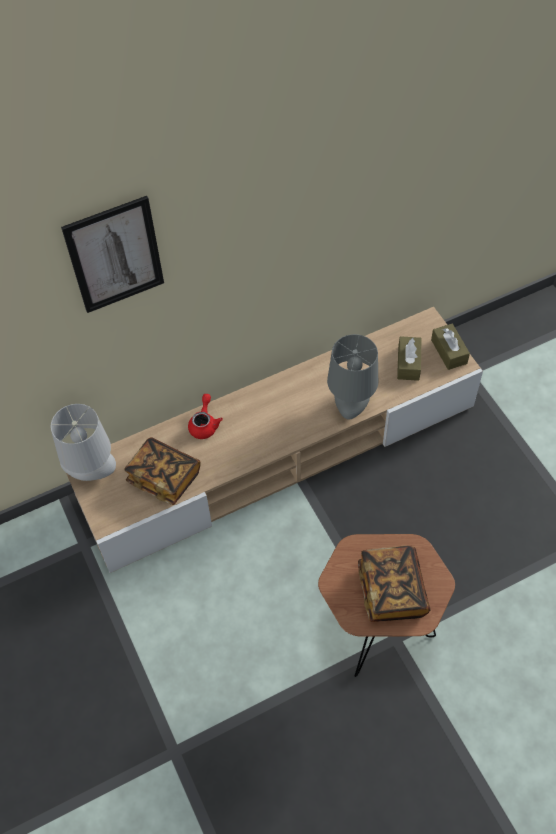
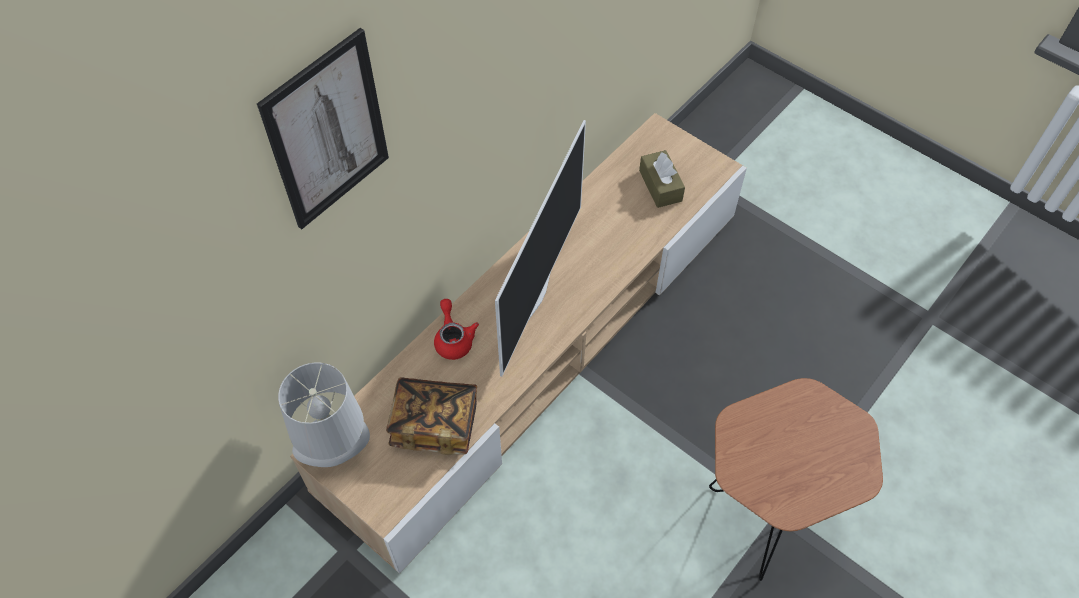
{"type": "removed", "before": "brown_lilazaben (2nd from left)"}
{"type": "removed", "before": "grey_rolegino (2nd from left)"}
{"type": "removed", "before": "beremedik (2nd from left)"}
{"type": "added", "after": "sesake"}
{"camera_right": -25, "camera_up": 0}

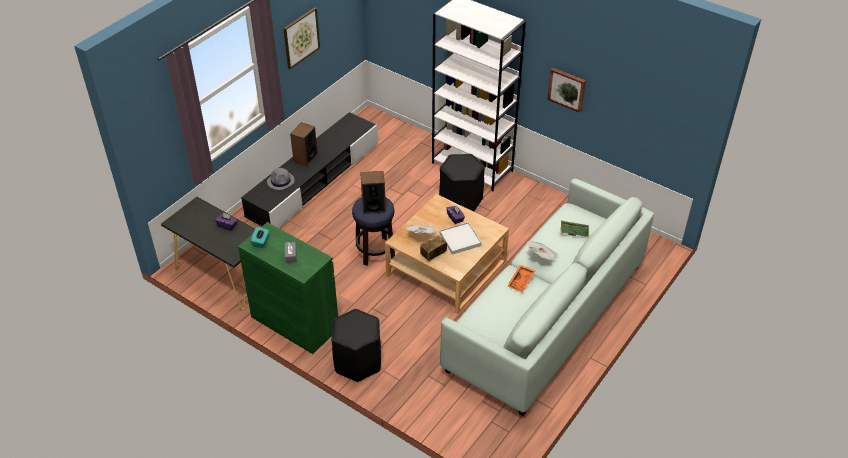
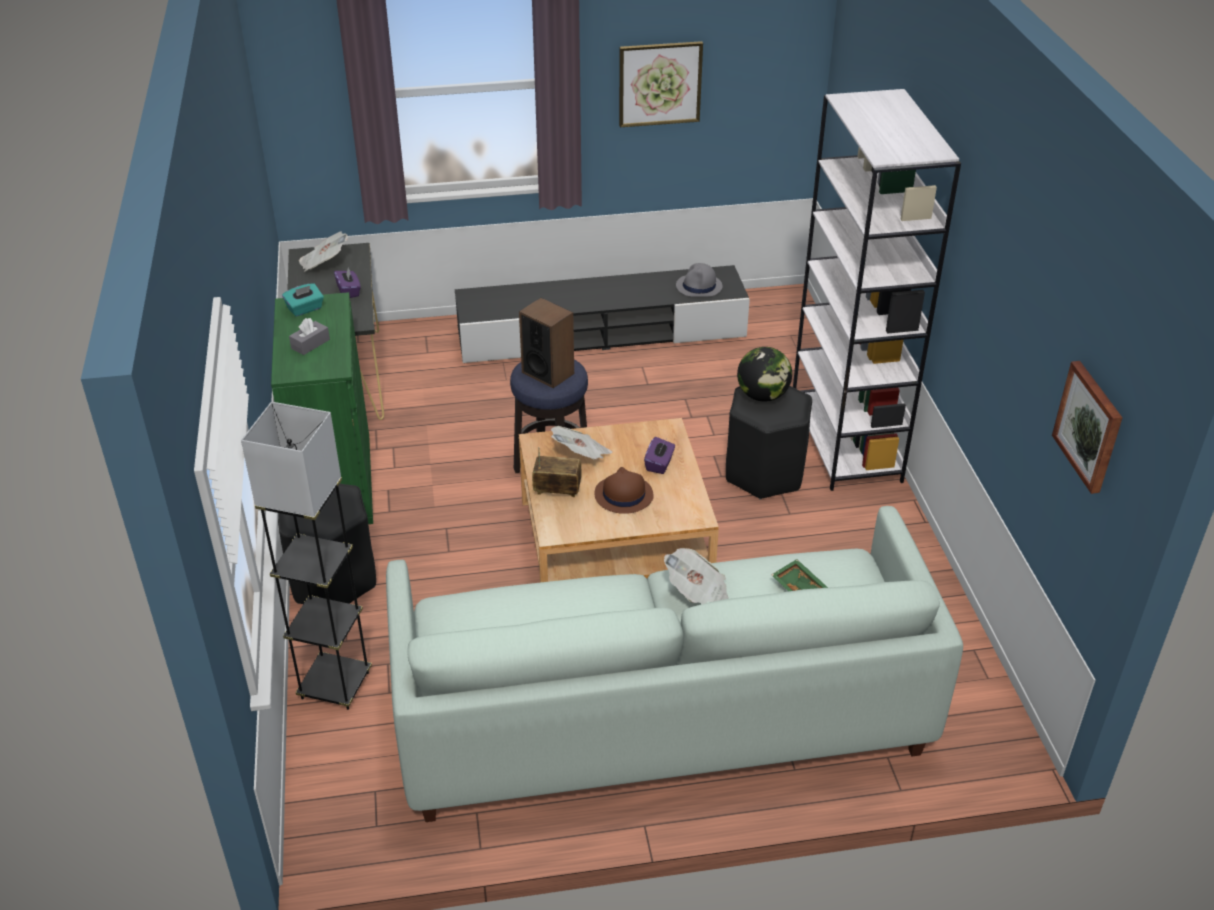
{"type": "moved", "before": "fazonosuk (2nd from left)"}
{"type": "removed", "before": "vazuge (1st from left)"}
{"type": "moved", "before": "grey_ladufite"}
{"type": "replaced", "before": "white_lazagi", "after": "brown_ladufite"}
{"type": "removed", "before": "orange_lazagi"}
{"type": "added", "after": "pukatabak (1st from left)"}
{"type": "added", "after": "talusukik"}
{"type": "added", "after": "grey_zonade"}
{"camera_right": 45, "camera_up": -5}

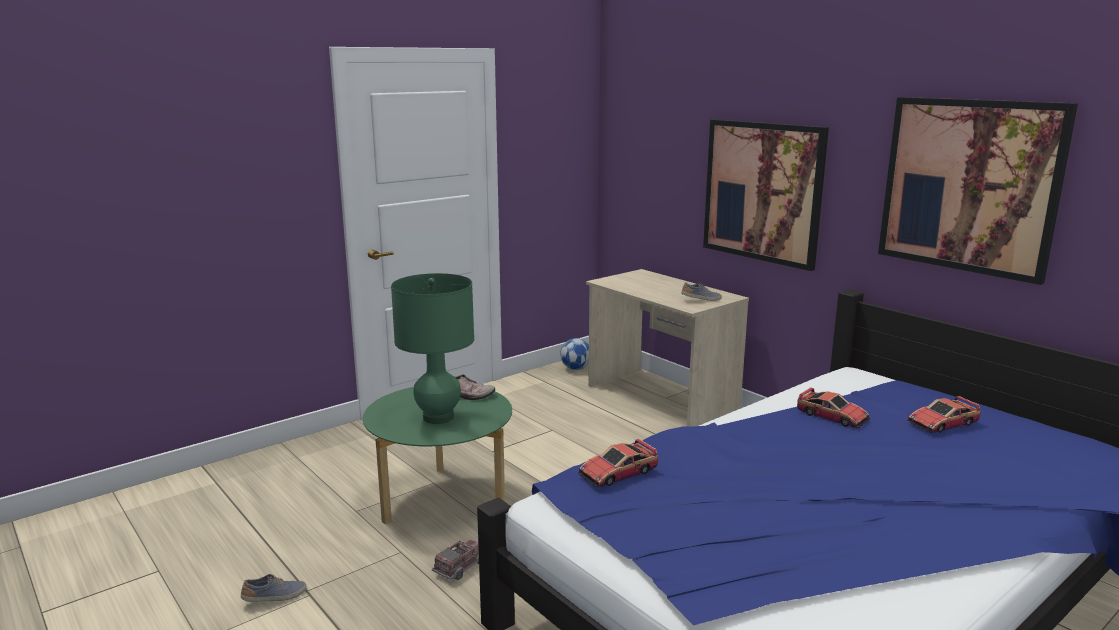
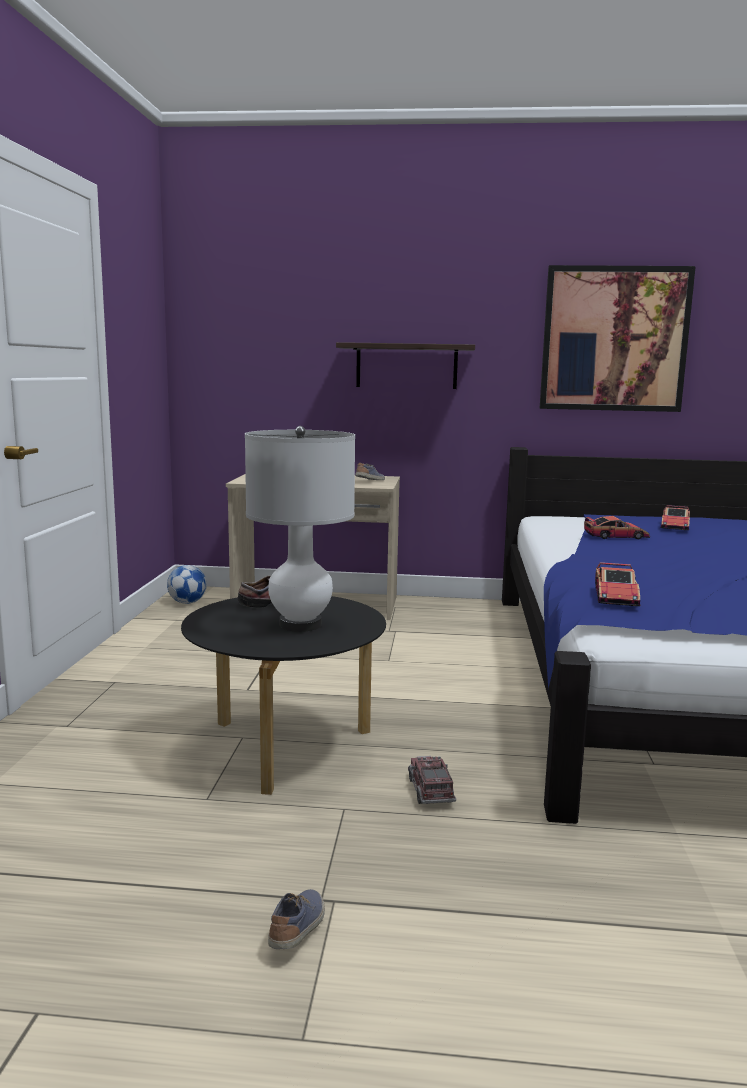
{"type": "replaced", "before": "fazonosuk (1st from left)", "after": "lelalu"}
{"type": "recoloured", "before": "green_rolegino", "after": "white_rolegino"}
{"type": "recoloured", "before": "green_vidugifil", "after": "black_vidugifil"}
{"camera_right": -45, "camera_up": -5}

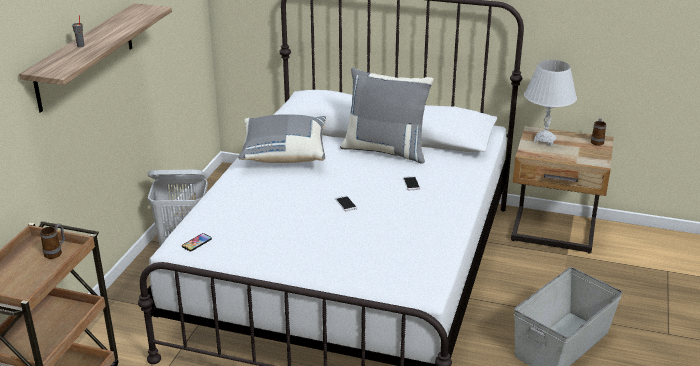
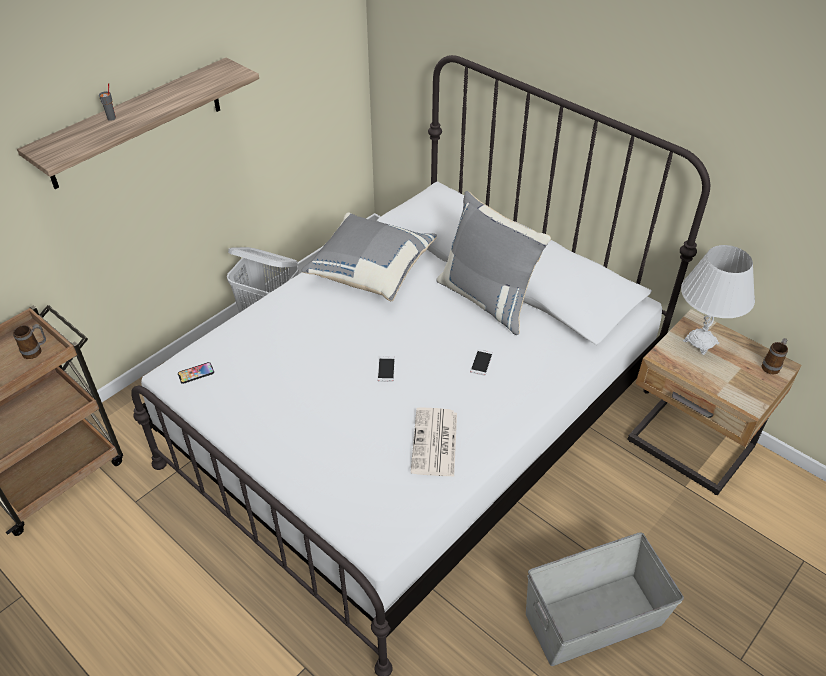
{"type": "added", "after": "pukatabak"}
{"camera_right": 25, "camera_up": 15}

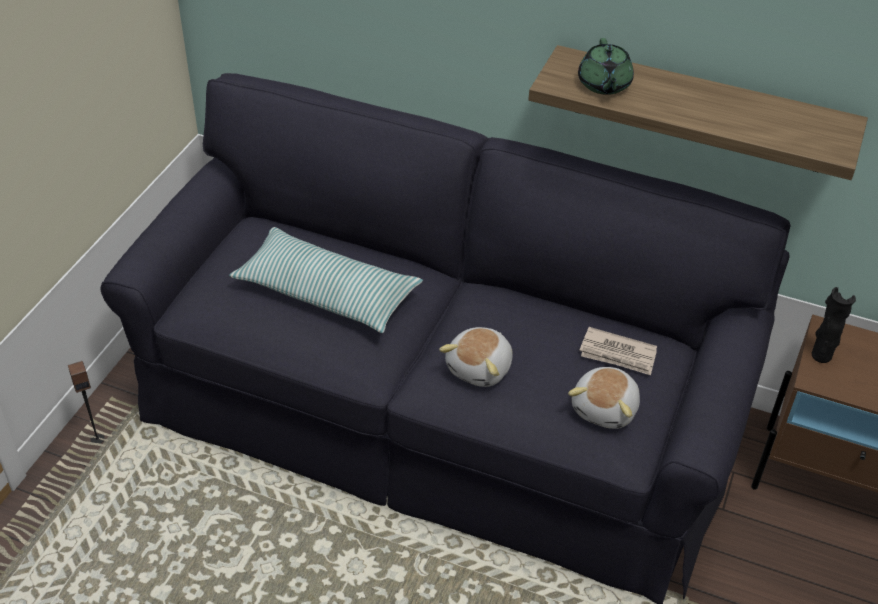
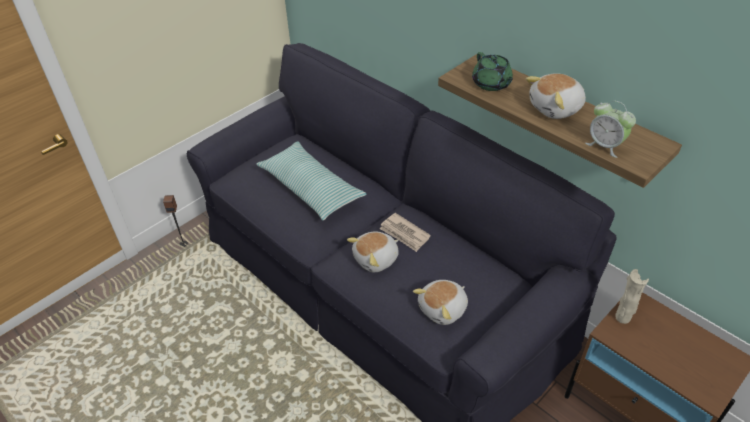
{"type": "turned", "before": "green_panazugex", "turn": -45}
{"type": "recoloured", "before": "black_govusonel", "after": "beige_govusonel"}
{"type": "moved", "before": "pukatabak"}
{"type": "added", "after": "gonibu (3rd from left)"}
{"type": "added", "after": "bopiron"}
{"camera_right": 25, "camera_up": 0}

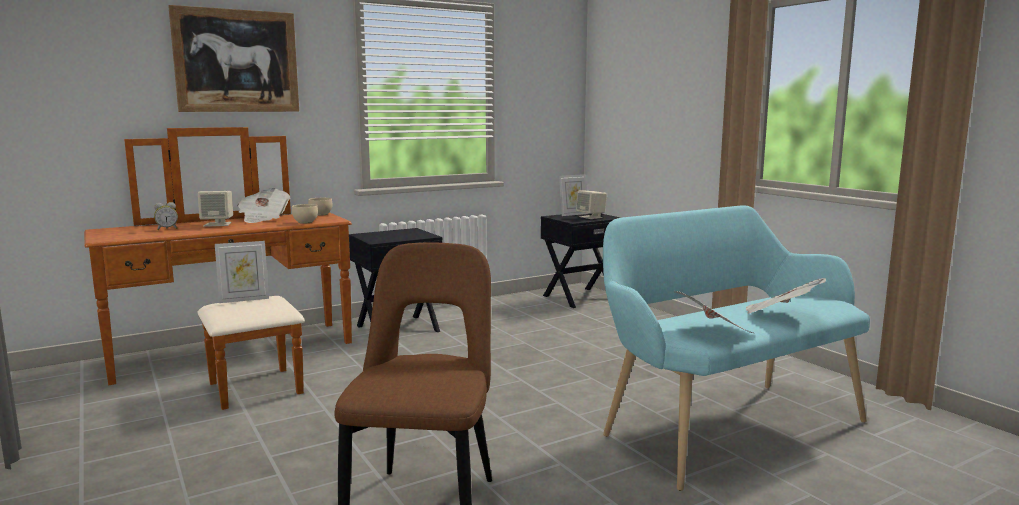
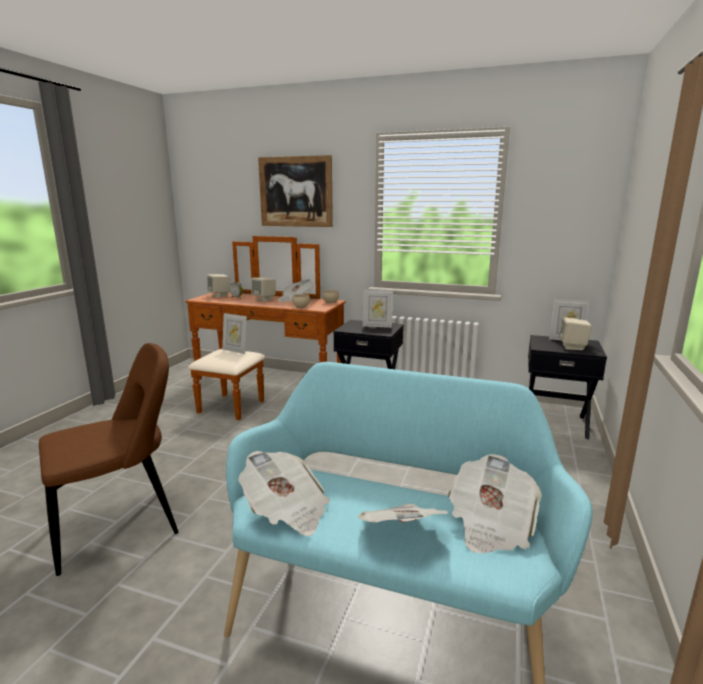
{"type": "added", "after": "beige_vazuge (1st from left)"}
{"type": "added", "after": "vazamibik (2nd from left)"}
{"type": "added", "after": "pukatabak (4th from left)"}
{"camera_right": 50, "camera_up": 5}

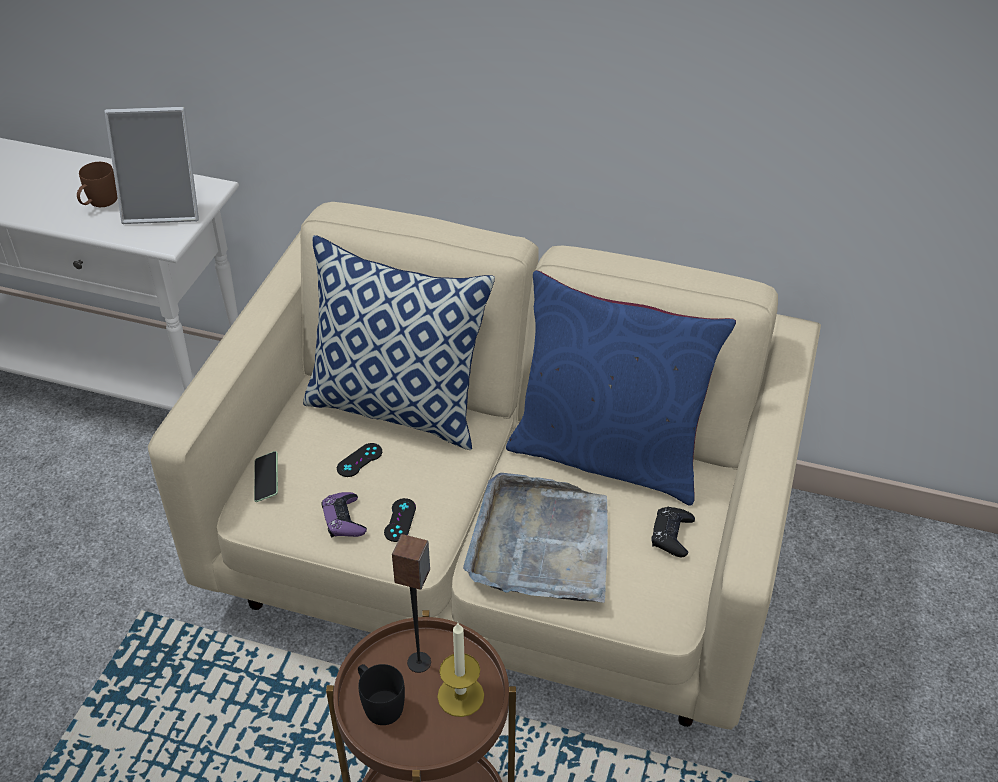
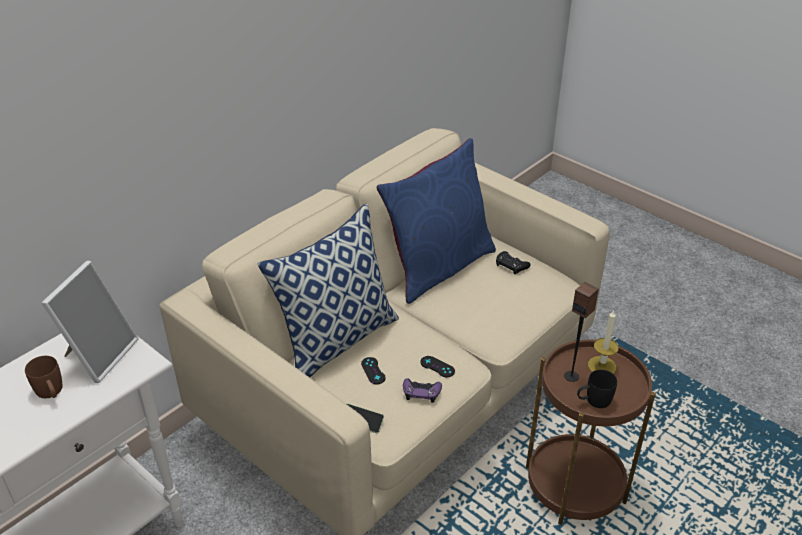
{"type": "removed", "before": "grey_lazagi"}
{"camera_right": -65, "camera_up": -5}

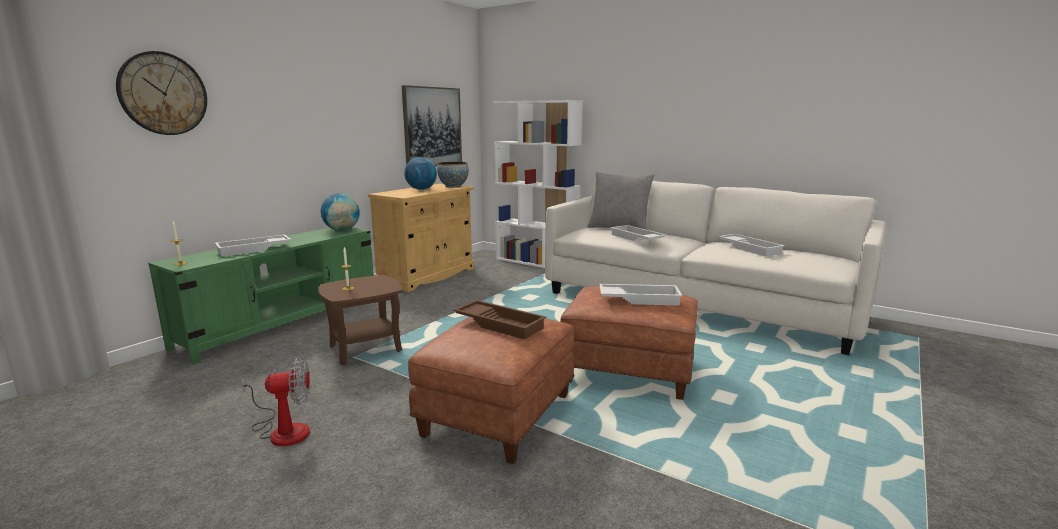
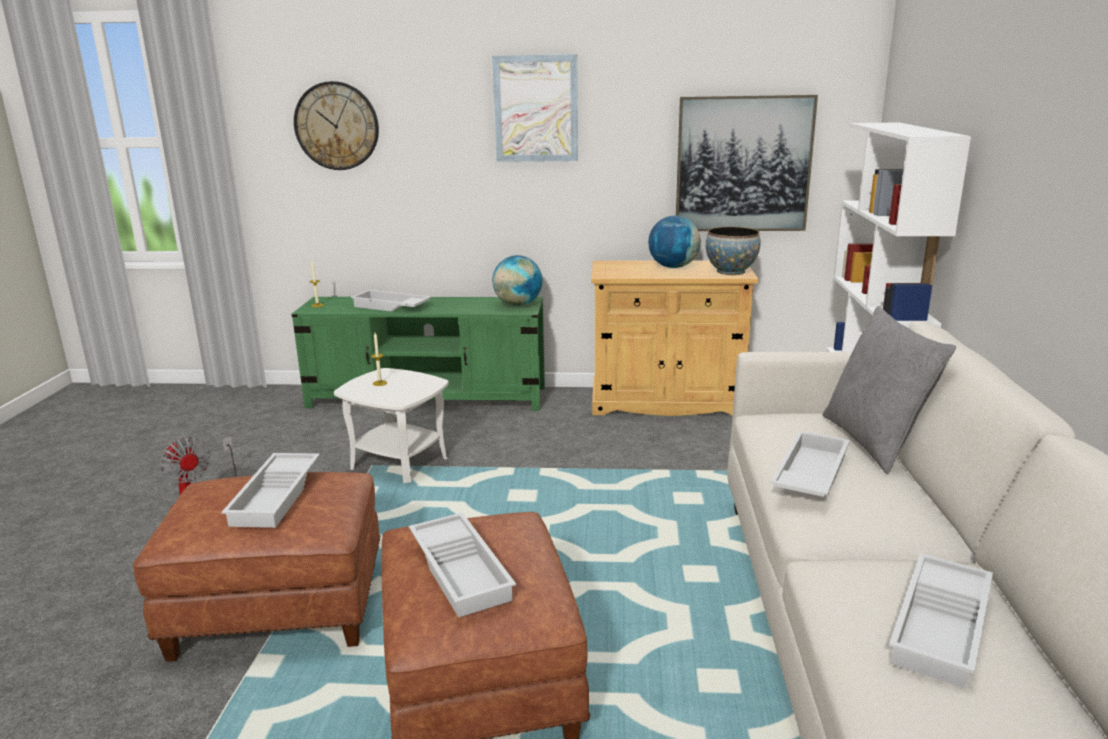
{"type": "recoloured", "before": "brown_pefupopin", "after": "white_pefupopin"}
{"type": "recoloured", "before": "brown_lazagi", "after": "white_lazagi (1st from left)"}
{"type": "added", "after": "fazonosuk (1st from left)"}
{"camera_right": 60, "camera_up": 5}

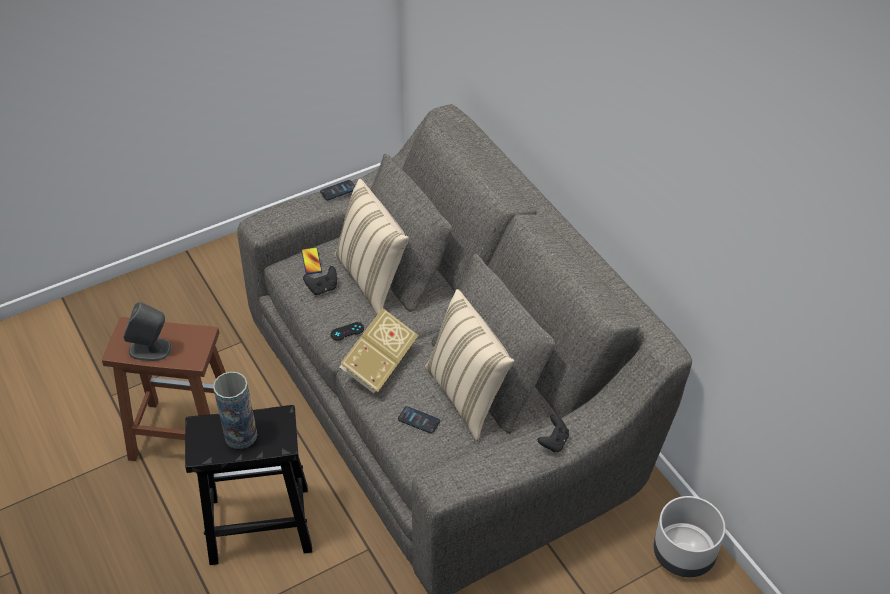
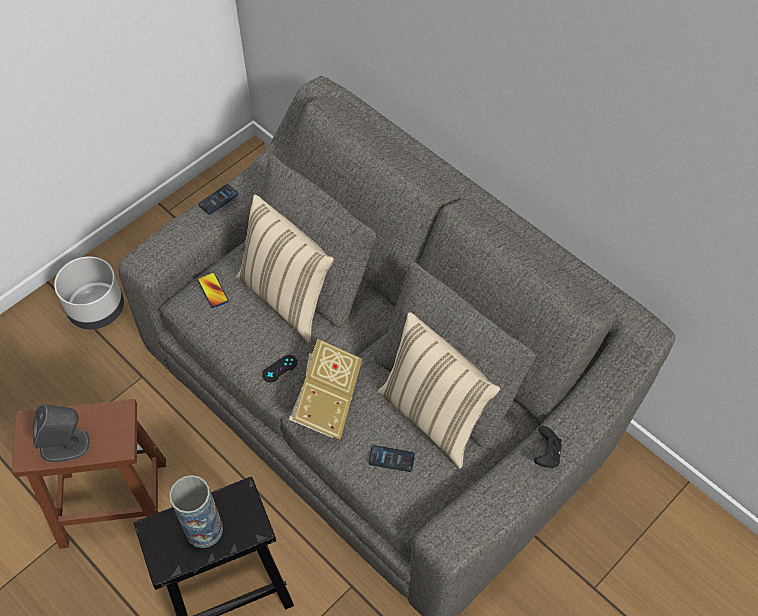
{"type": "removed", "before": "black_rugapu (1st from left)"}
{"type": "moved", "before": "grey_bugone"}
{"camera_right": -15, "camera_up": 10}

